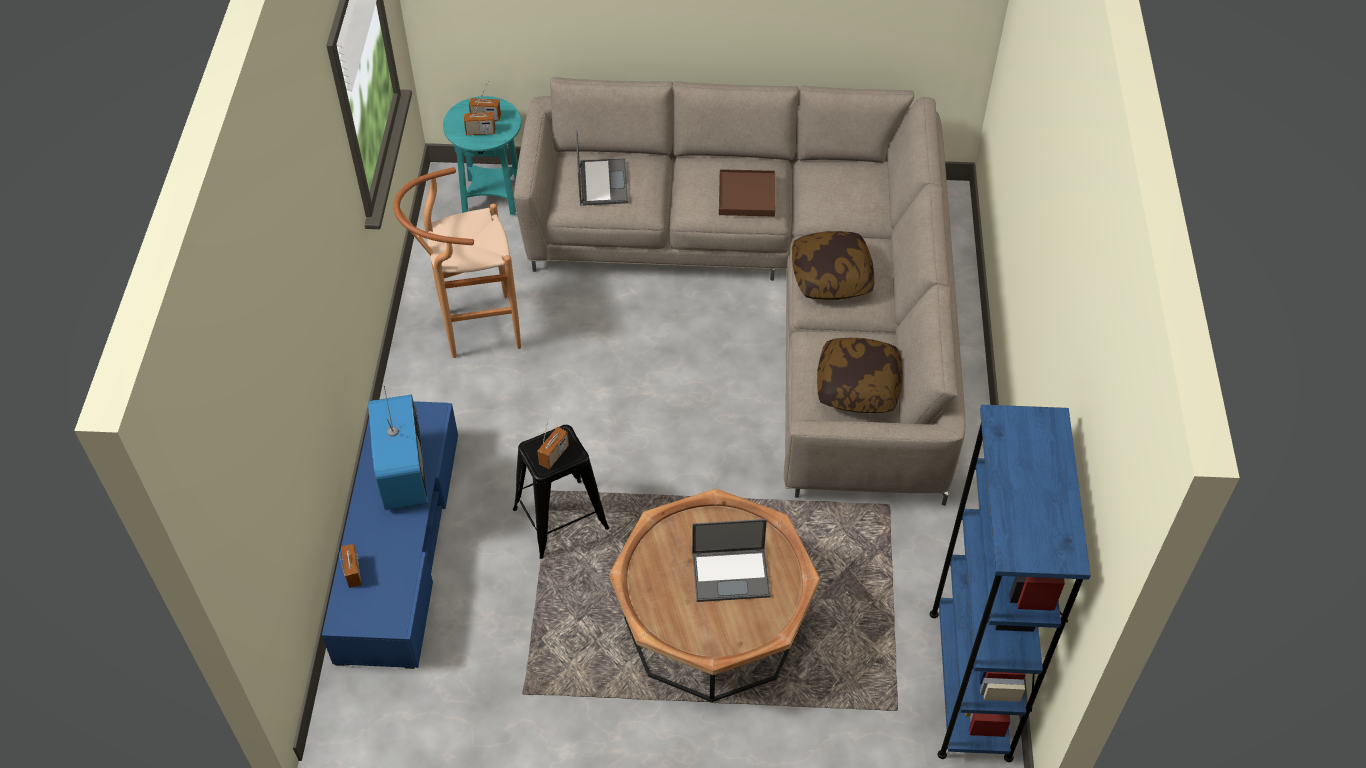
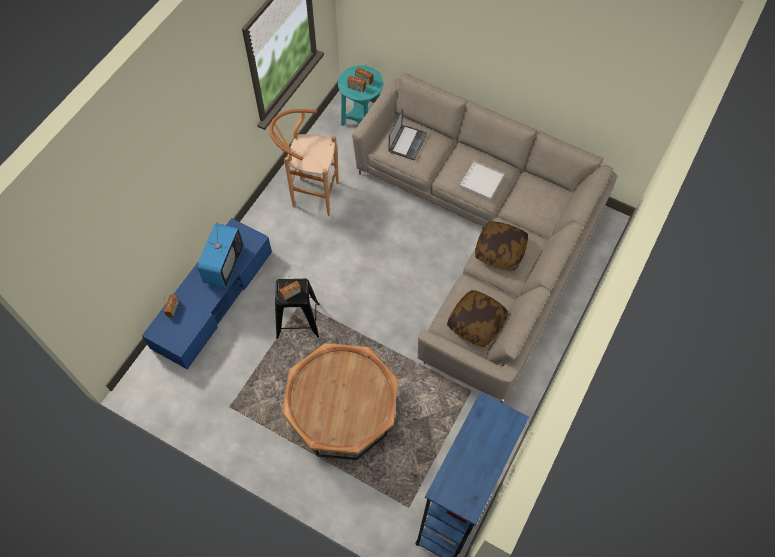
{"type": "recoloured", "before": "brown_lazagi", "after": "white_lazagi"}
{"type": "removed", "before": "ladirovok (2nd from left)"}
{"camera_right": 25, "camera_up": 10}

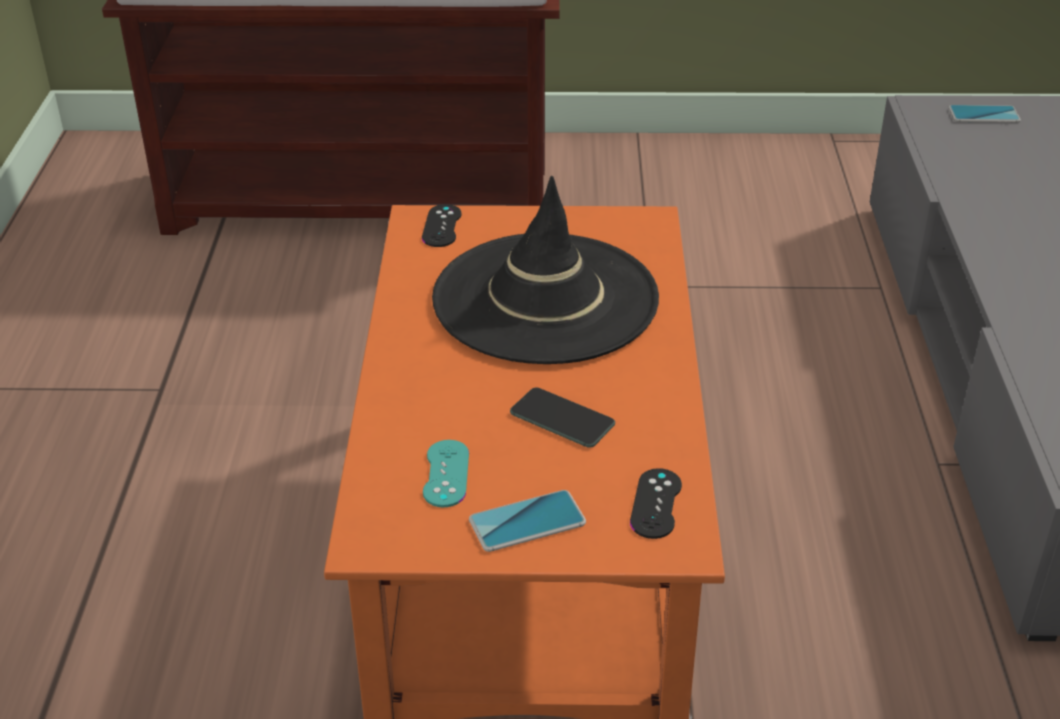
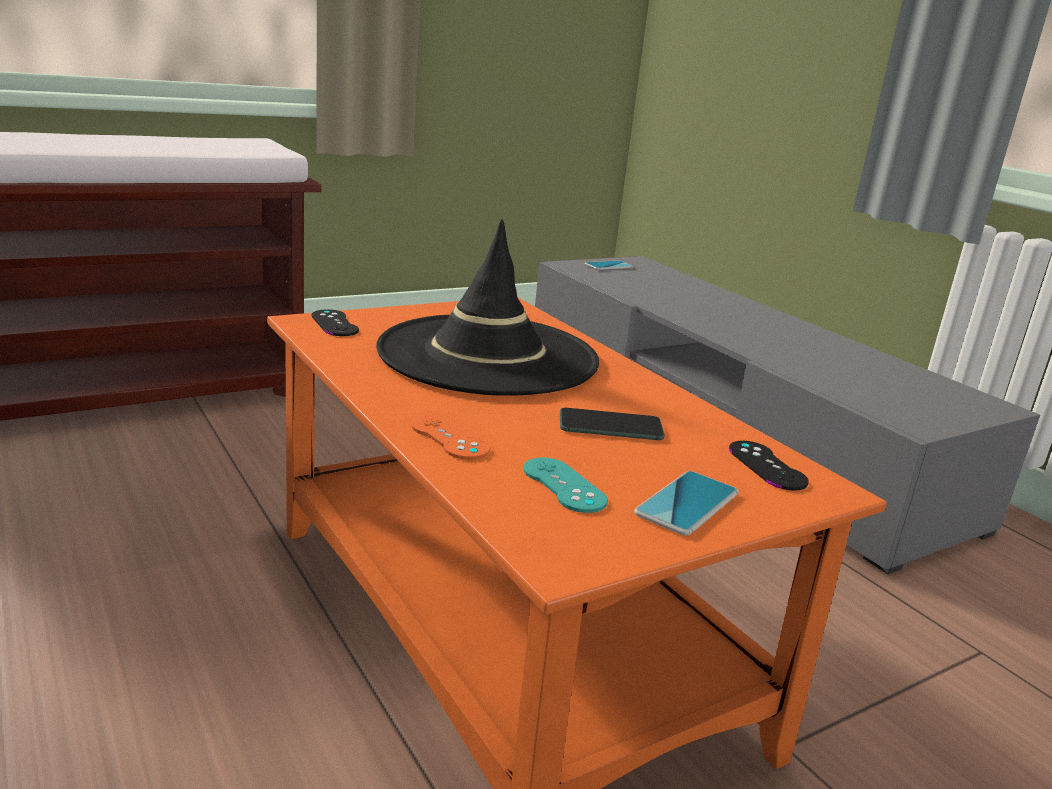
{"type": "added", "after": "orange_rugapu"}
{"camera_right": -35, "camera_up": -15}

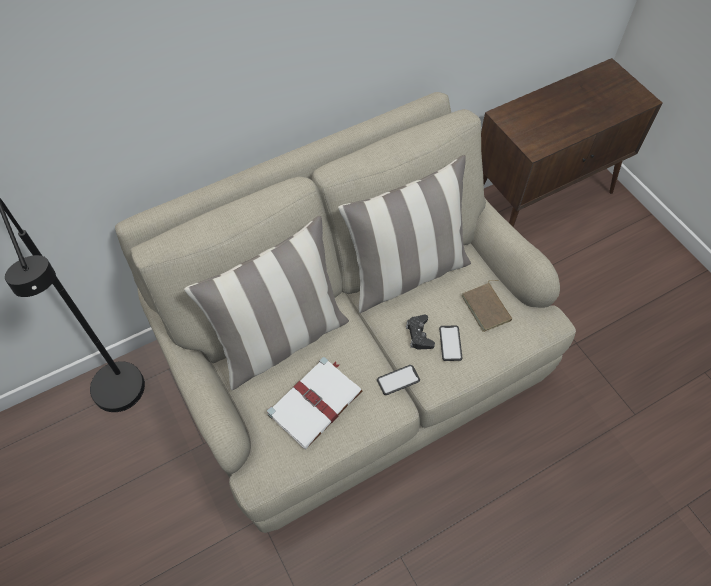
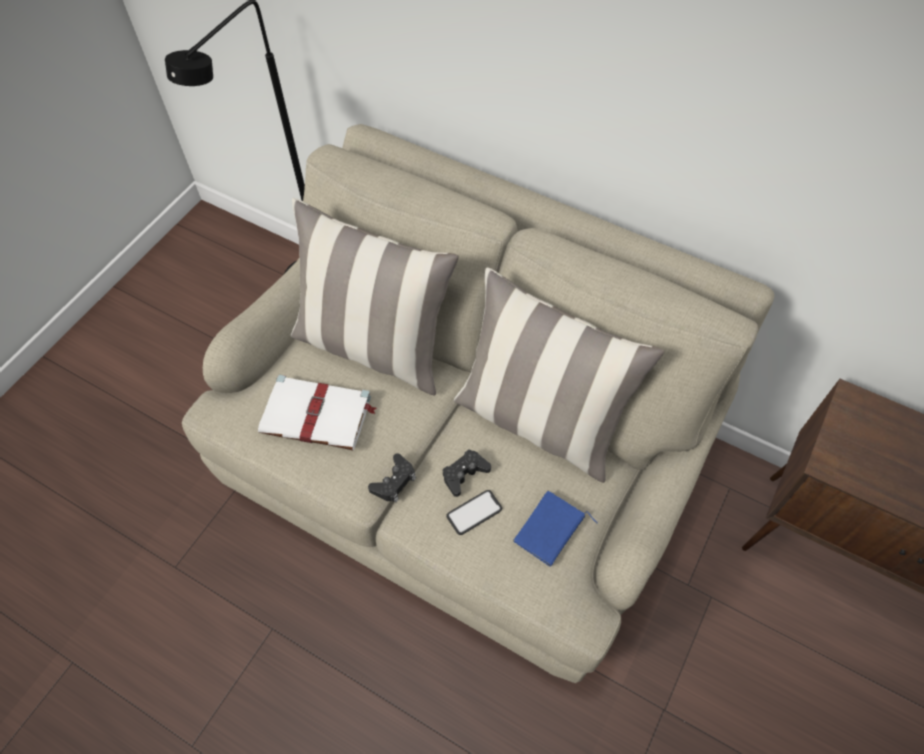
{"type": "recoloured", "before": "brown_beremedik", "after": "blue_beremedik"}
{"type": "replaced", "before": "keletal (1st from left)", "after": "black_rugapu (1st from left)"}
{"camera_right": 60, "camera_up": 0}

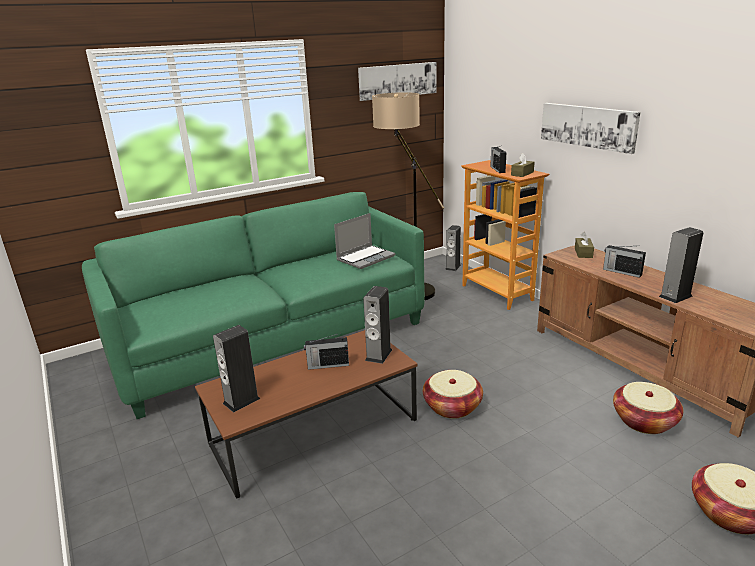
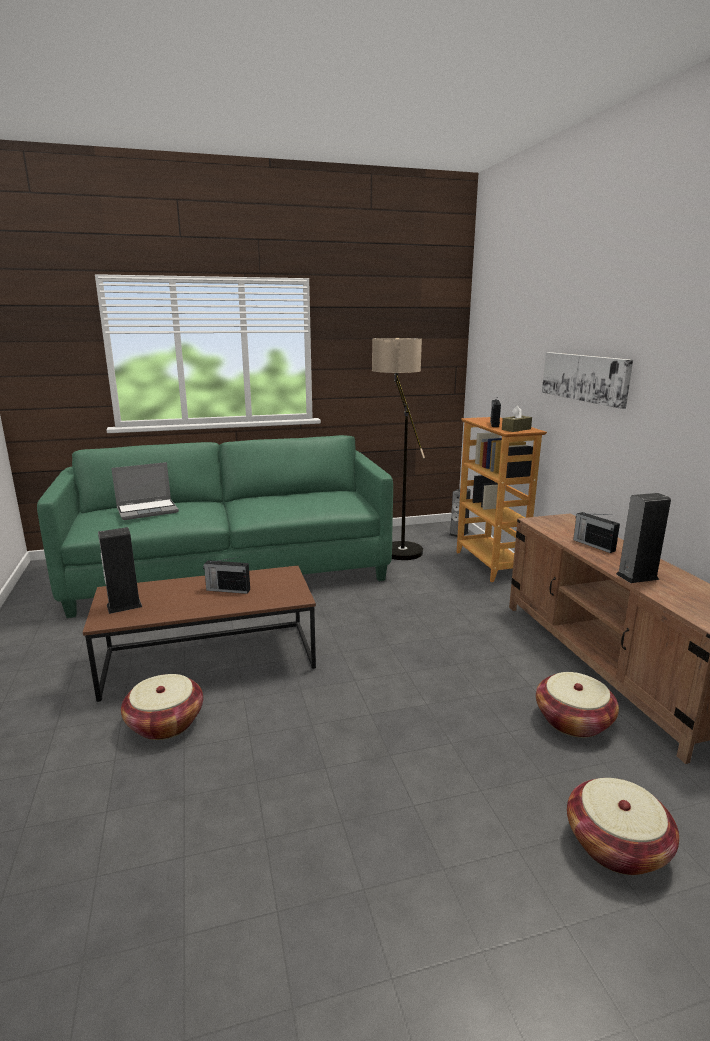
{"type": "removed", "before": "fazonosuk (1st from left)"}
{"type": "moved", "before": "ladirovok"}
{"type": "removed", "before": "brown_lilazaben (2nd from left)"}
{"type": "removed", "before": "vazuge (2nd from left)"}
{"type": "moved", "before": "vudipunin (1st from left)"}
{"camera_right": 15, "camera_up": -5}

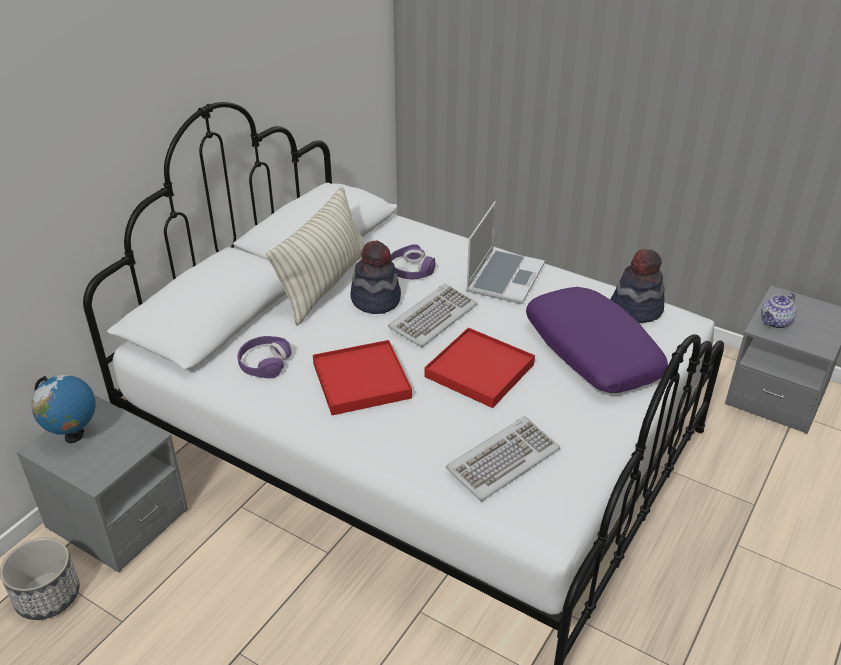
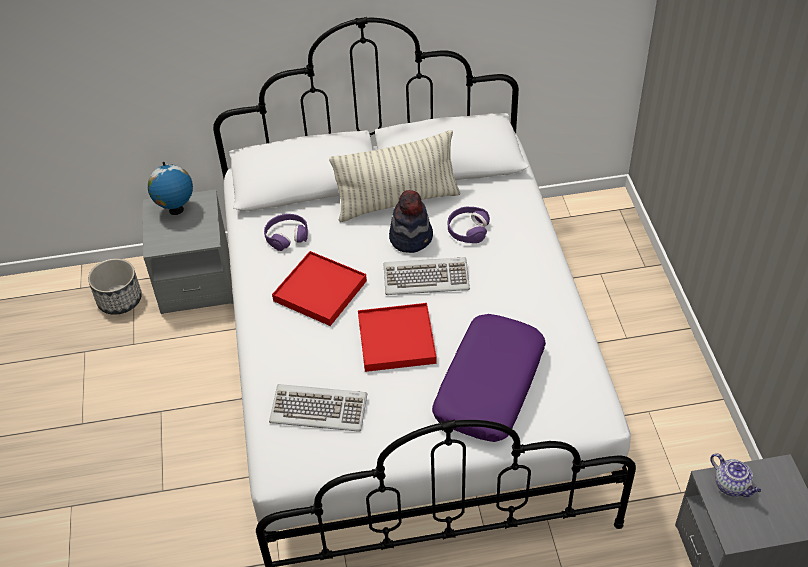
{"type": "removed", "before": "ladirovok"}
{"type": "removed", "before": "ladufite (2nd from left)"}
{"type": "turned", "before": "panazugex", "turn": -135}
{"camera_right": 50, "camera_up": 10}

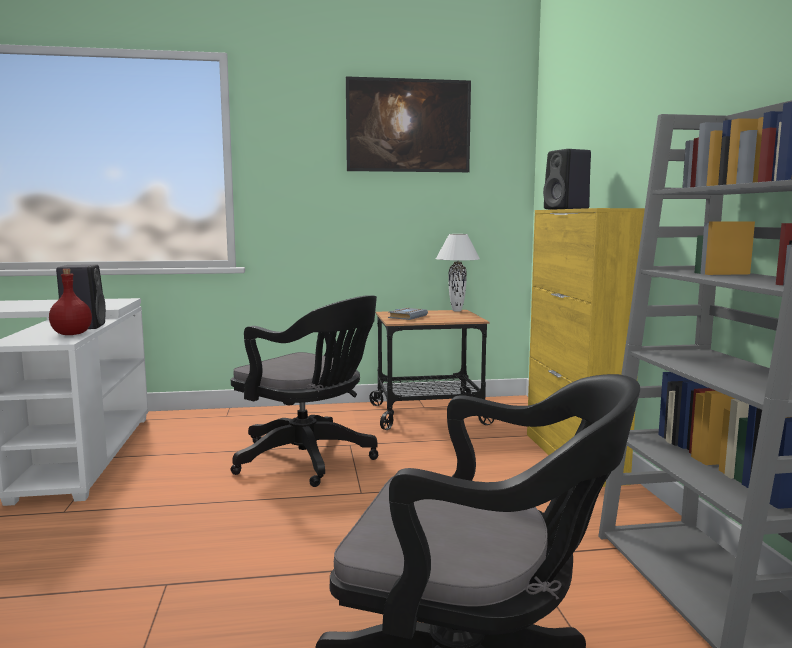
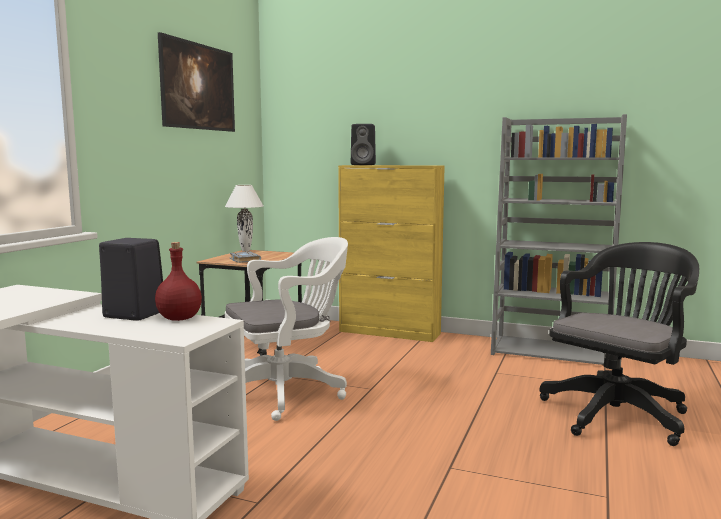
{"type": "recoloured", "before": "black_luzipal (1st from left)", "after": "white_luzipal"}
{"camera_right": -60, "camera_up": 0}

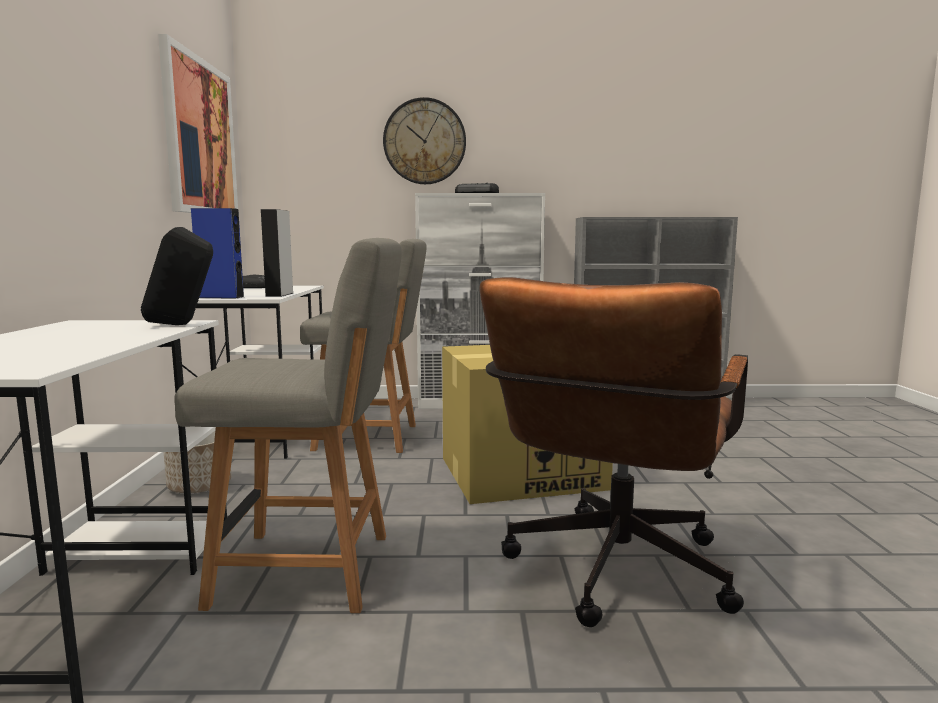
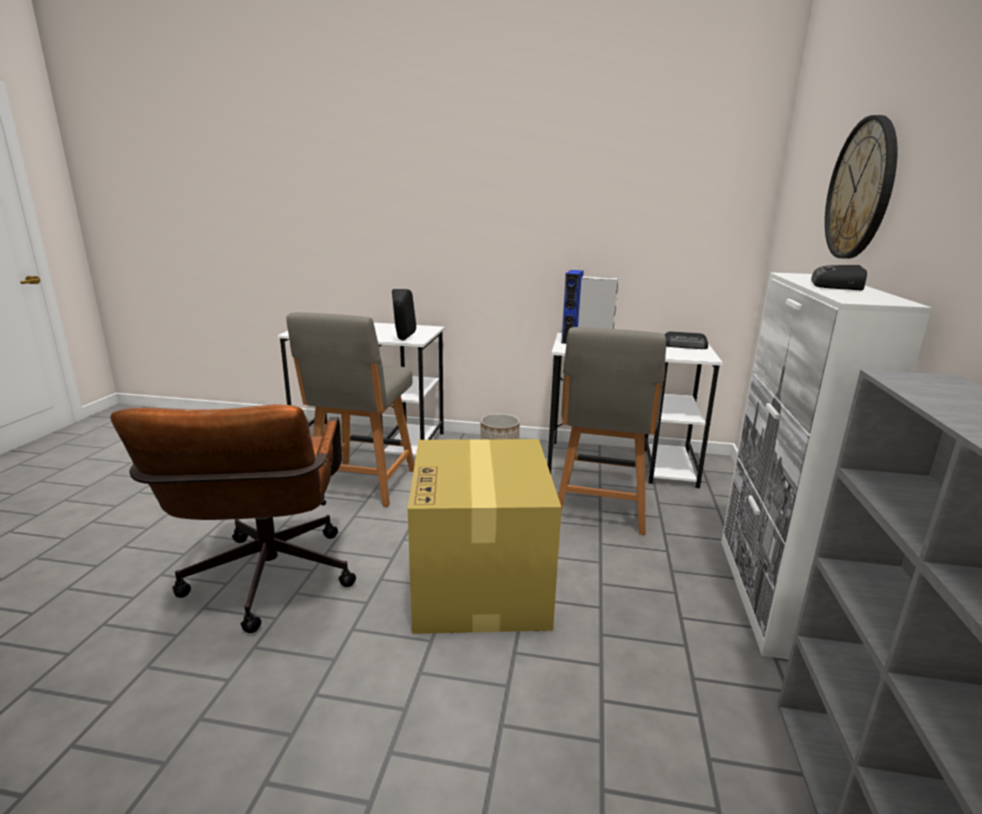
{"type": "removed", "before": "fazonosuk"}
{"type": "turned", "before": "brown_luzipal", "turn": -135}
{"camera_right": 100, "camera_up": 10}

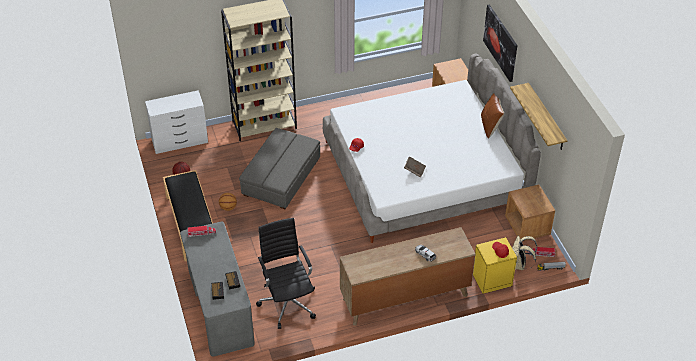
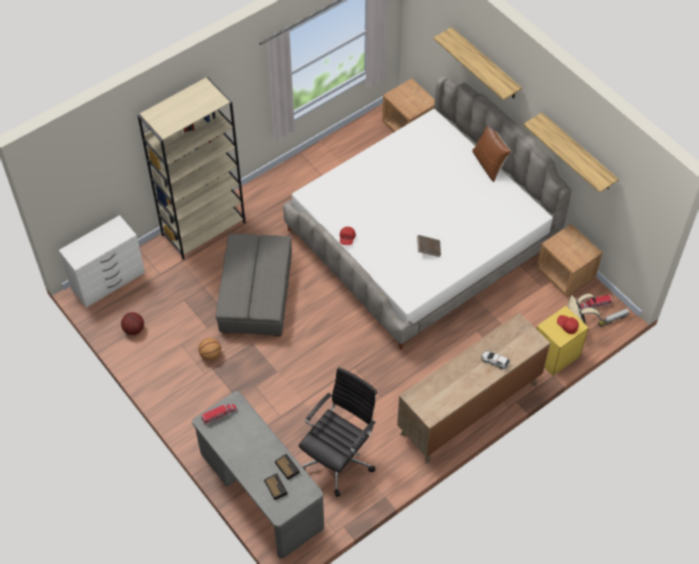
{"type": "replaced", "before": "fazonosuk", "after": "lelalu (1st from left)"}
{"type": "removed", "before": "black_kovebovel"}
{"type": "turned", "before": "black_luzipal", "turn": 75}
{"camera_right": -20, "camera_up": 10}

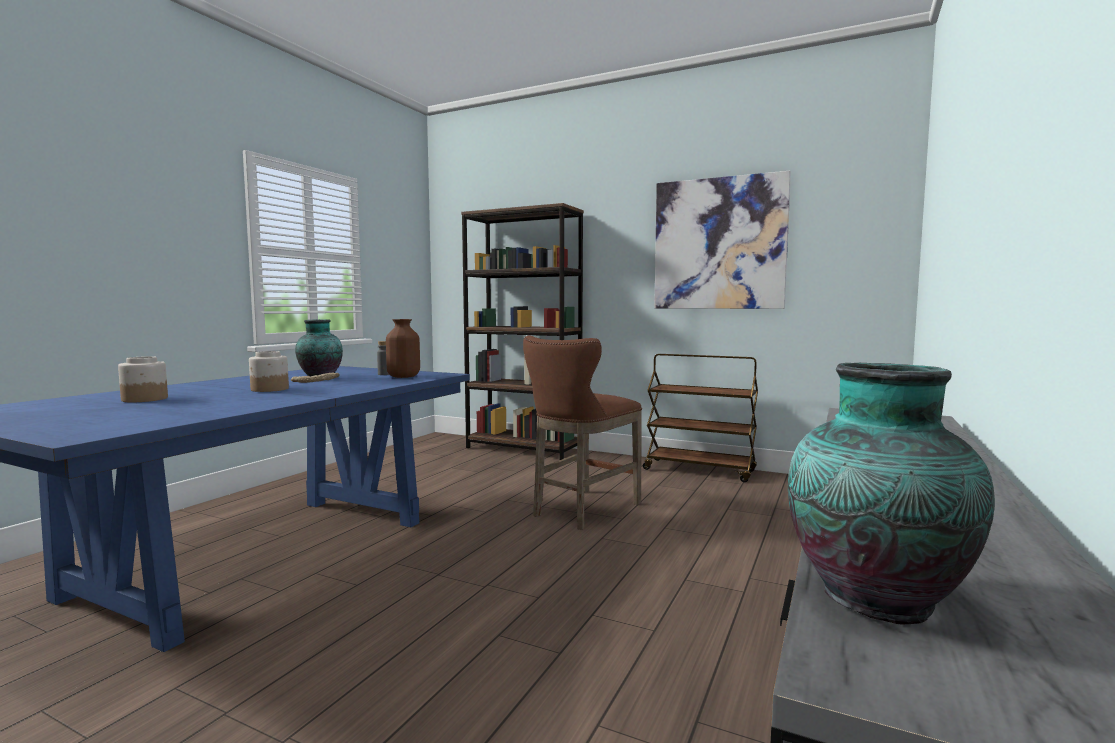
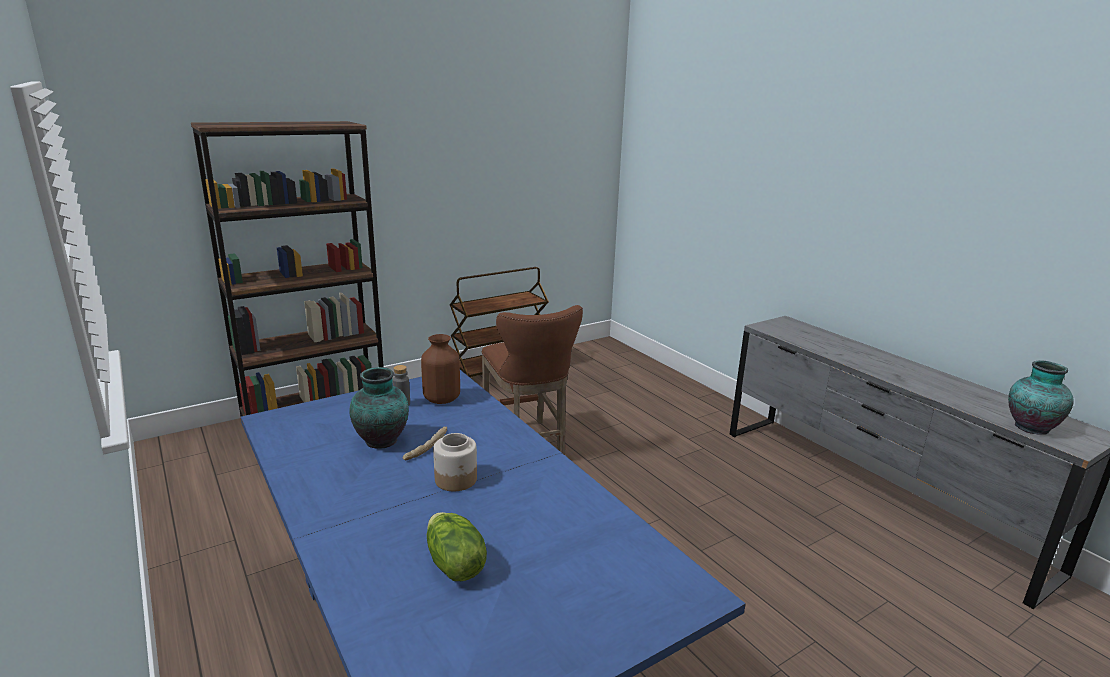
{"type": "removed", "before": "fazonosuk"}
{"type": "replaced", "before": "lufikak (1st from left)", "after": "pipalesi"}
{"camera_right": -60, "camera_up": 15}

